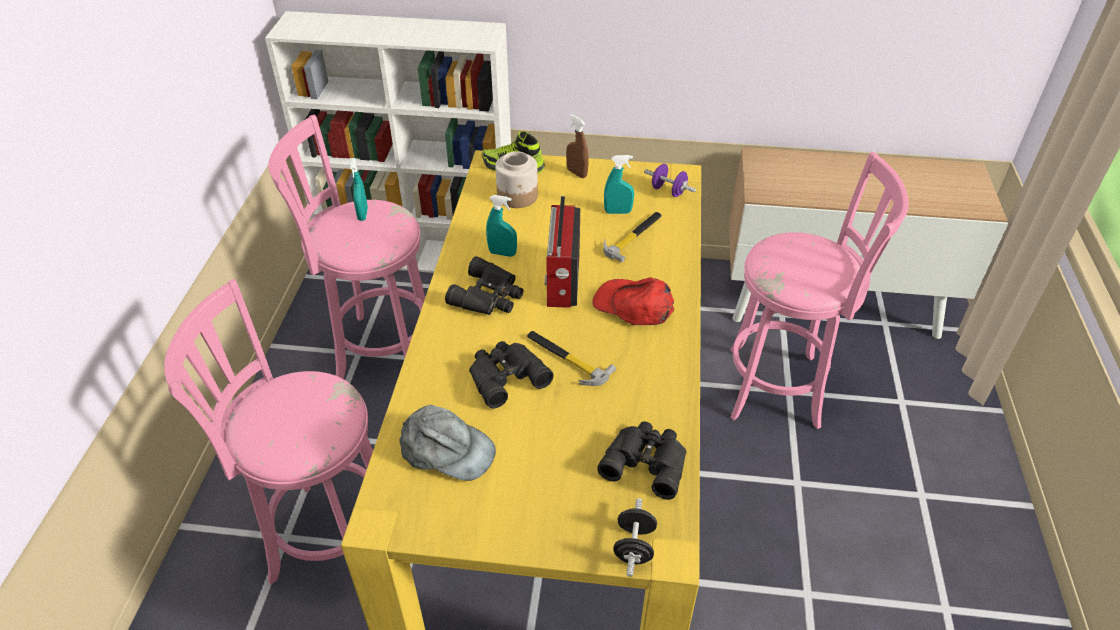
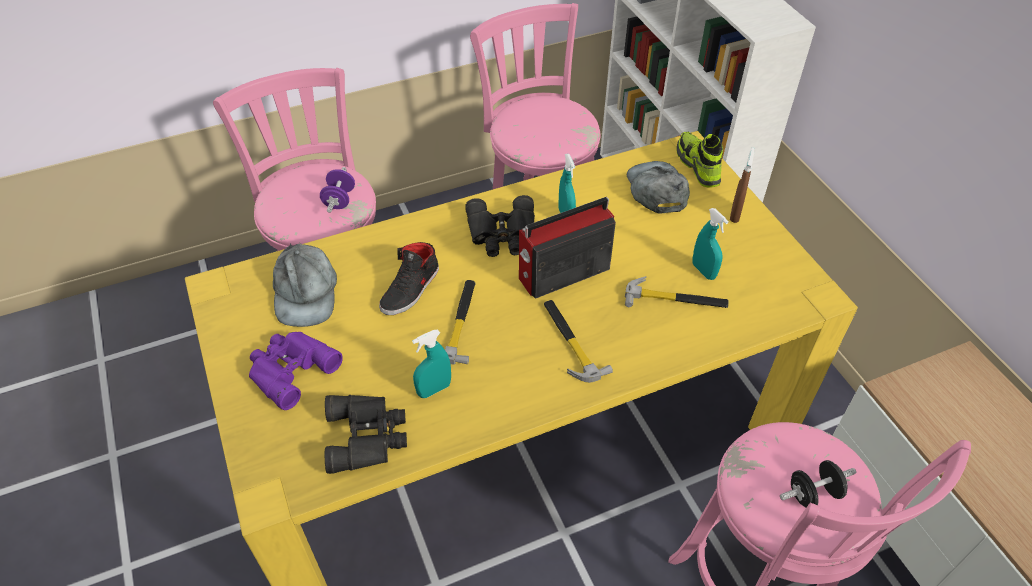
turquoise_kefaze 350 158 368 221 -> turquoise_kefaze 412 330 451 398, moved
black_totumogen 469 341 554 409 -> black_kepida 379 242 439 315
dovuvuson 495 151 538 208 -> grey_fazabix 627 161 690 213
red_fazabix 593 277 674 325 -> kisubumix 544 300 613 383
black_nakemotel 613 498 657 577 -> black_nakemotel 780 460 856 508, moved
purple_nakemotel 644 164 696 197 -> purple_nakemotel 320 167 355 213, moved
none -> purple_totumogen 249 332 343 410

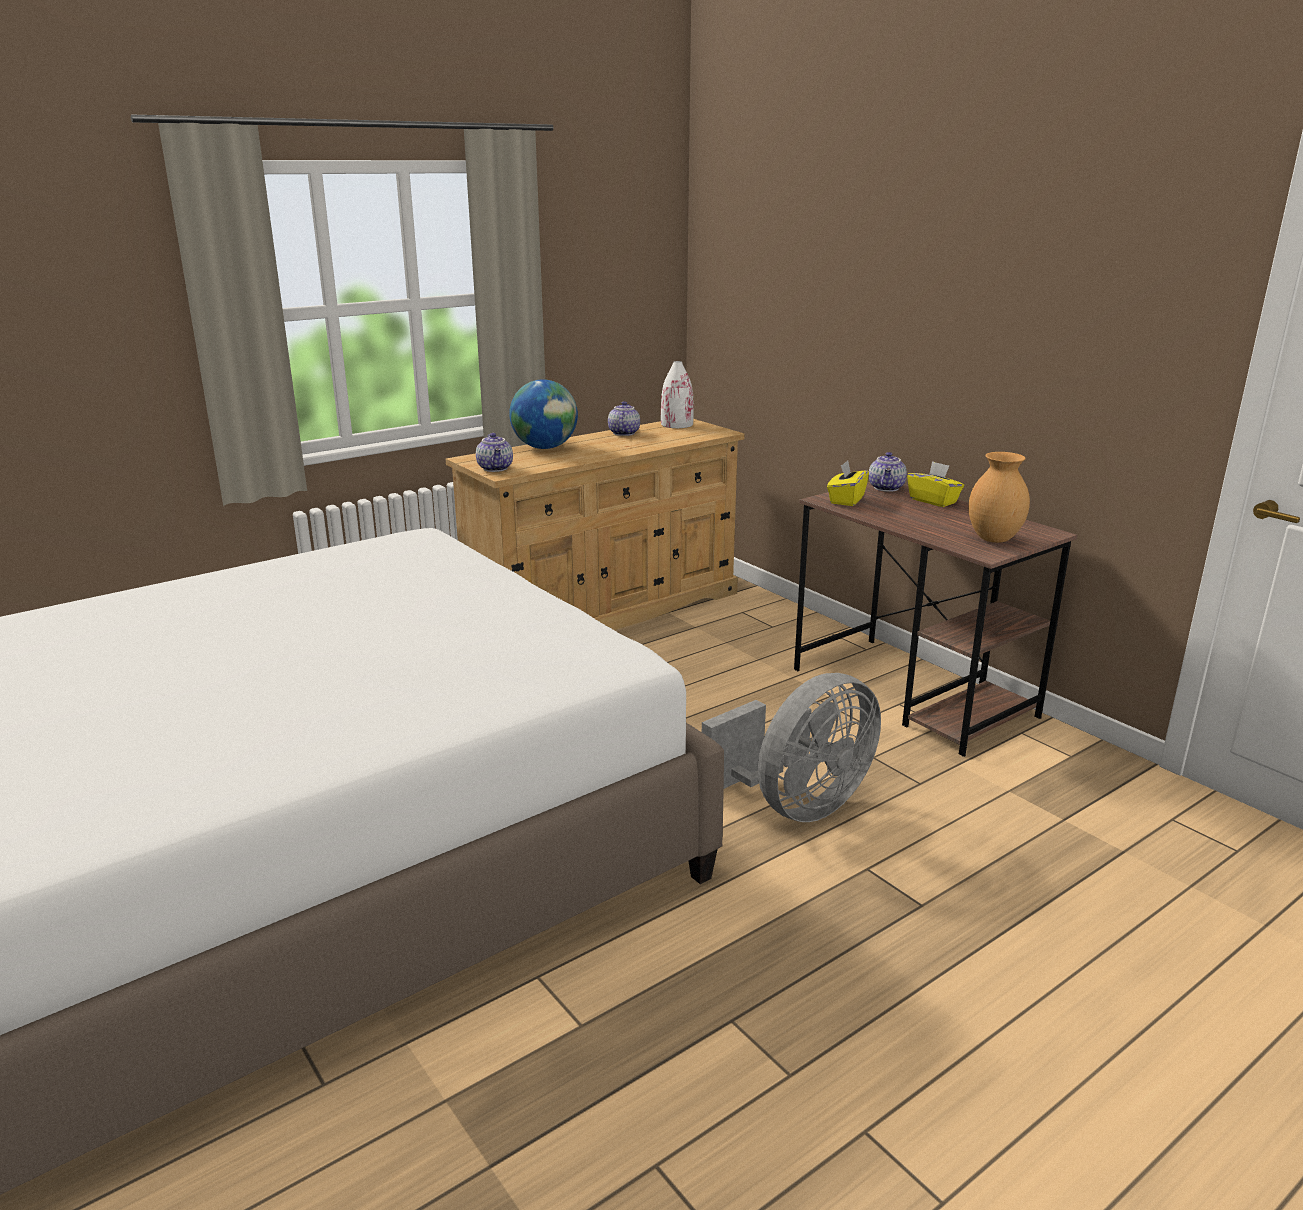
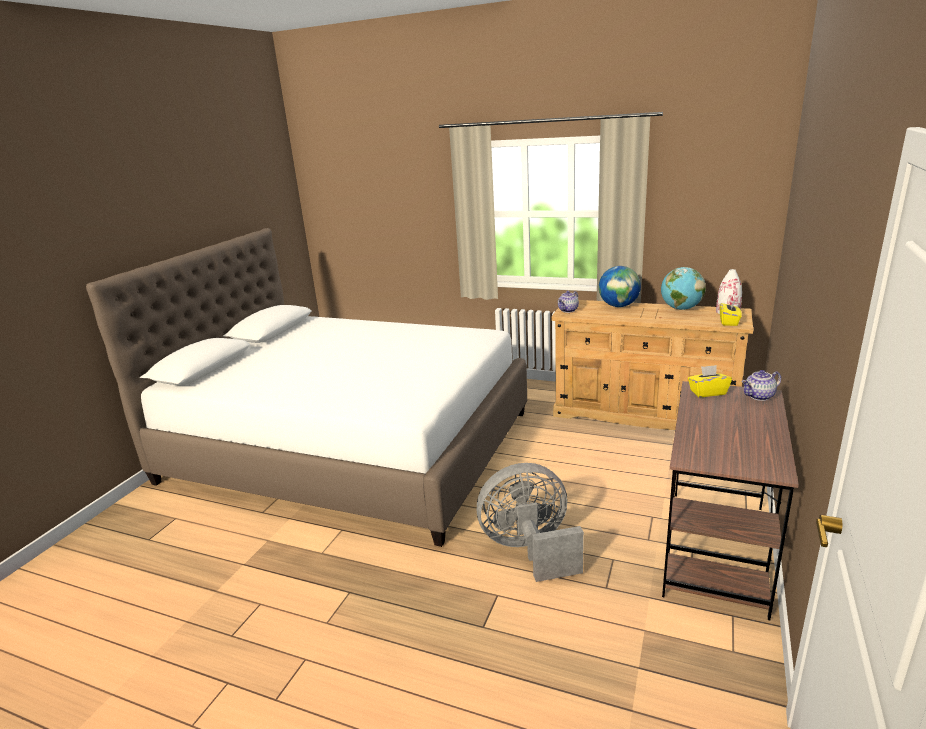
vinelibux 608 401 640 436 -> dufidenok 661 267 706 310
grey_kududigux 702 673 881 822 -> grey_kududigux 477 463 584 582, 150 degrees clockwise
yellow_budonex 907 461 964 507 -> yellow_budonex 720 299 742 326, moved
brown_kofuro 968 452 1030 543 -> none

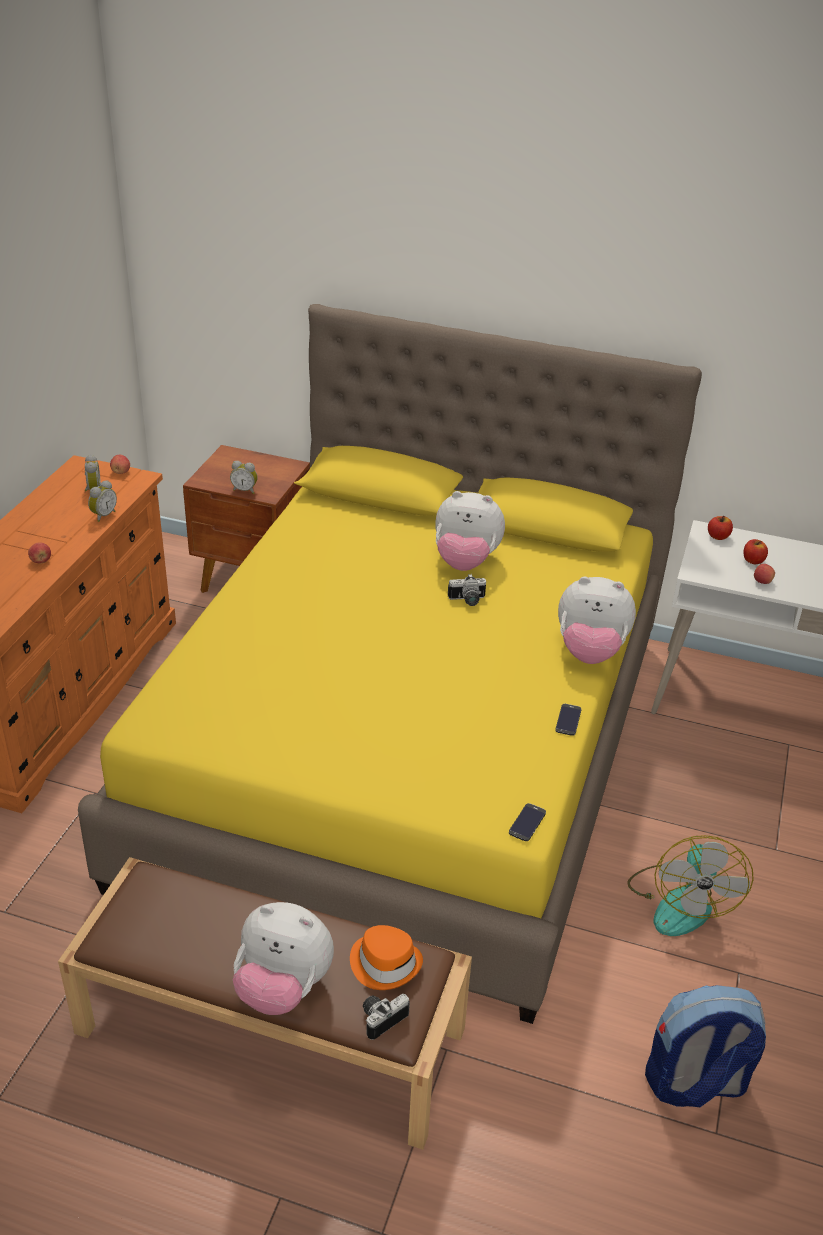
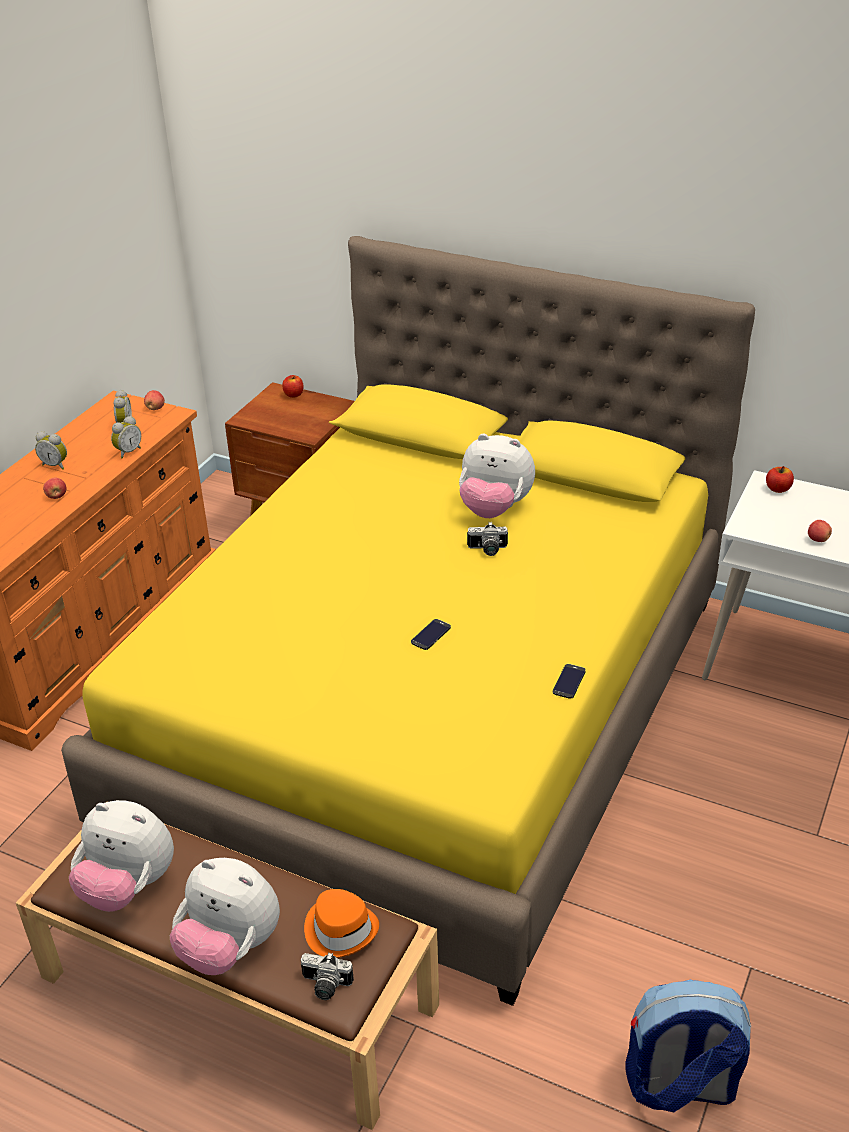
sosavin 230 461 258 494 -> sosavin 35 431 67 470, moved
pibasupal 363 994 410 1040 -> pibasupal 301 952 354 1000, 135 degrees counterclockwise
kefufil 509 803 546 841 -> kefufil 411 619 451 650, moved
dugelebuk 558 576 636 664 -> dugelebuk 69 800 174 912, moved
kududigux 628 835 754 936 -> none
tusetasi 743 539 768 564 -> tusetasi 282 375 304 398, moved

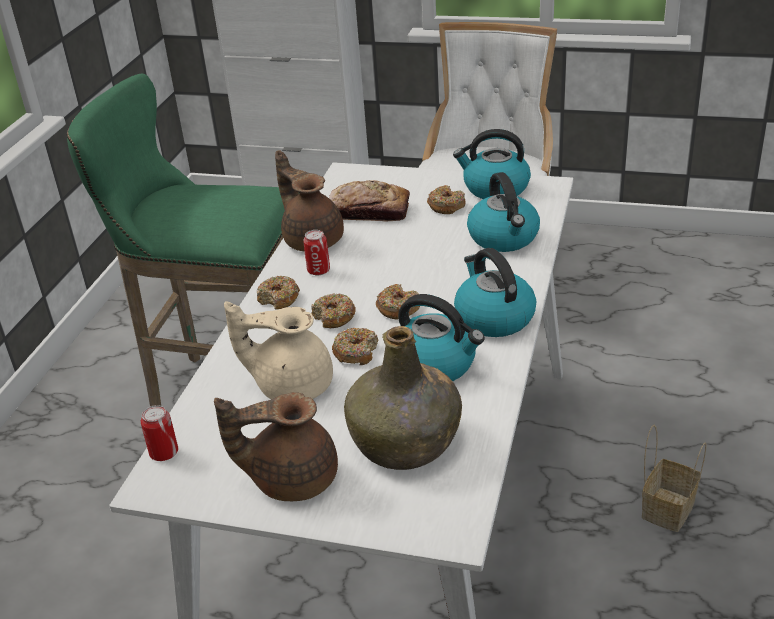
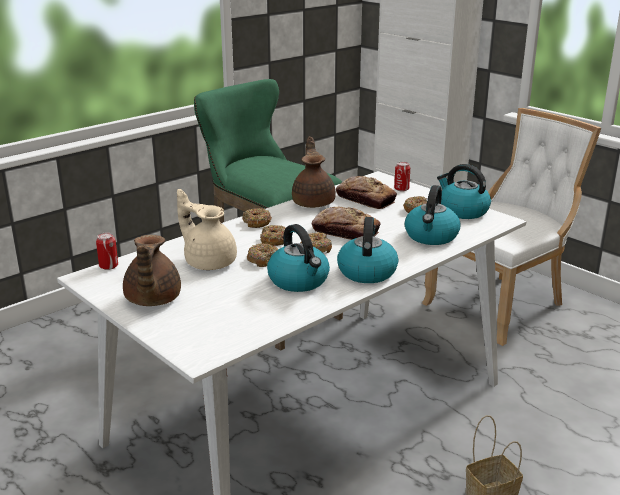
brown_vinelibux 214 392 338 501 -> brown_vinelibux 123 235 181 306, 120 degrees counterclockwise
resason 303 230 330 275 -> resason 394 162 410 191, moved
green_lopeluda 344 326 462 470 -> none
none -> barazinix 312 207 381 240

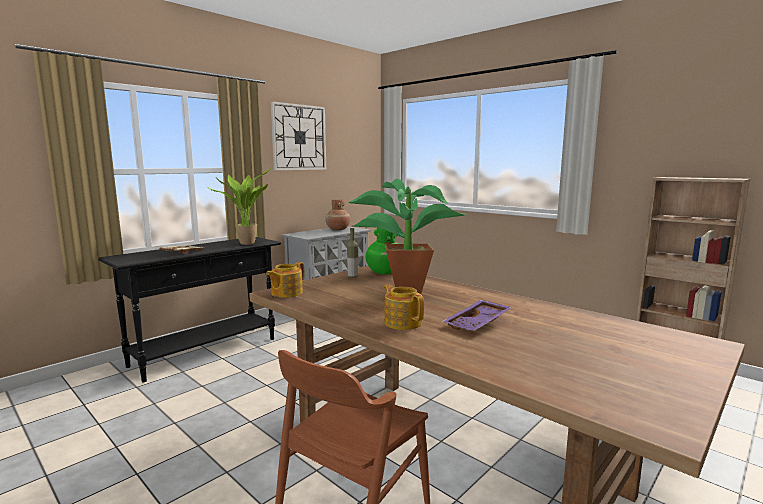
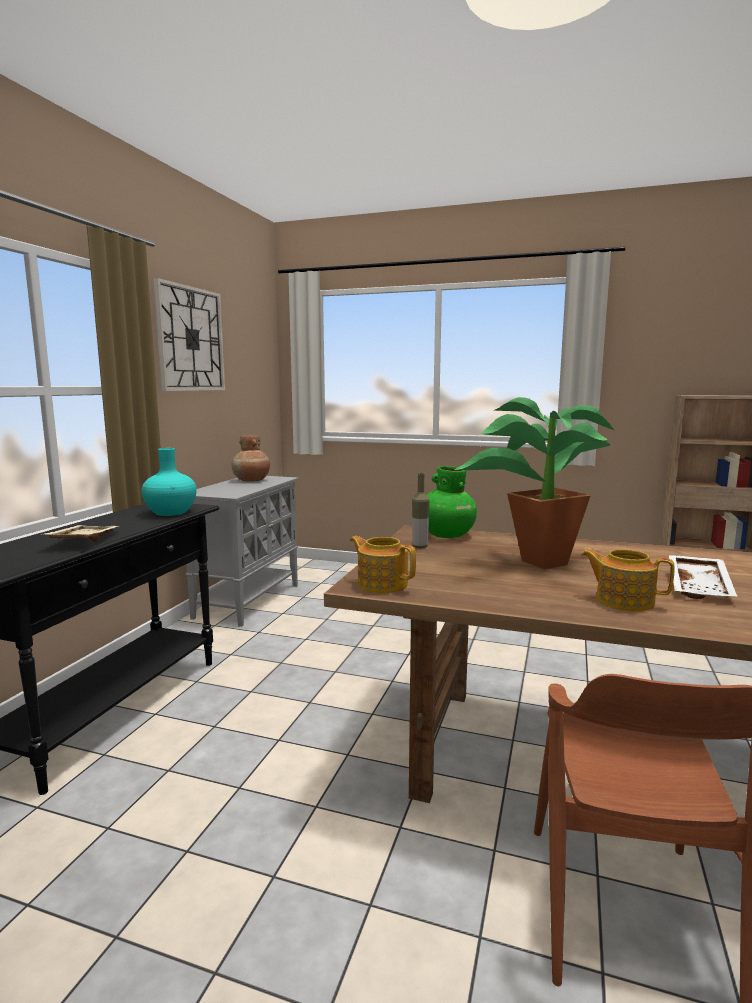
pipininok 206 167 272 245 -> turquoise_kofuro 142 448 196 516
vinelibux 266 262 304 298 -> vinelibux 350 536 416 593, 120 degrees clockwise
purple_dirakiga 442 300 512 331 -> white_dirakiga 669 555 738 599

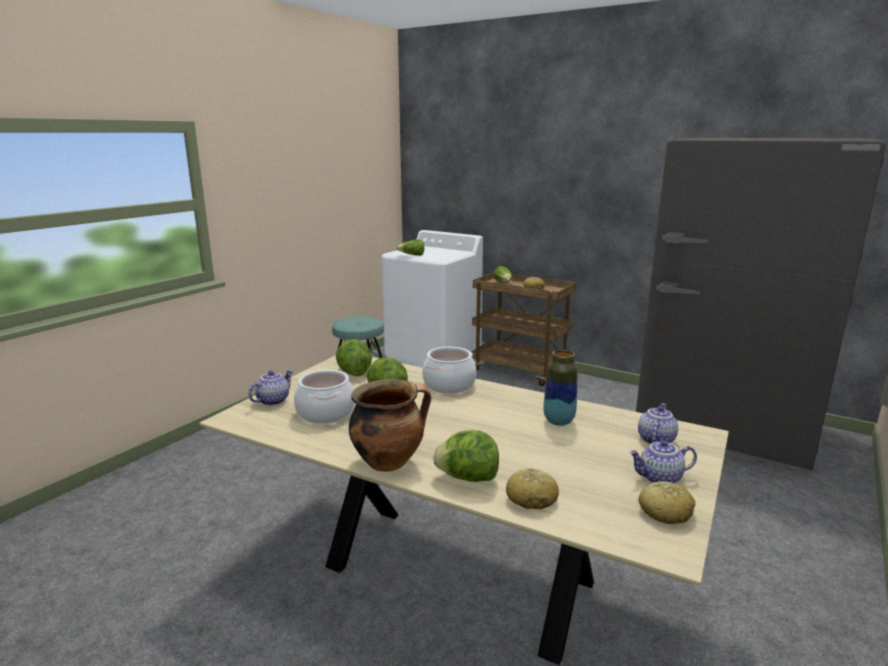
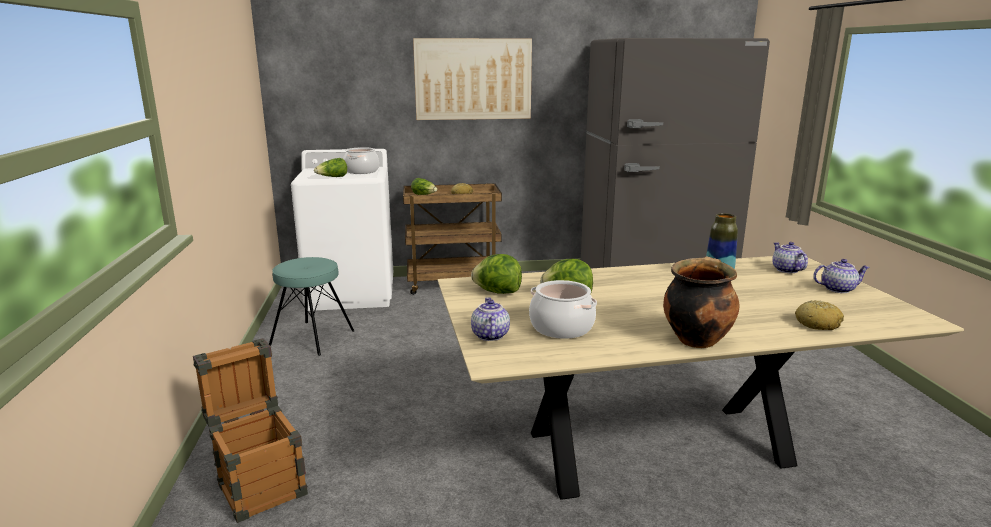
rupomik 422 347 477 394 -> rupomik 343 147 379 174, moved
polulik 433 430 499 482 -> none
vinelibux 629 440 697 483 -> vinelibux 813 259 870 293, 135 degrees counterclockwise
barazinix 638 481 695 524 -> none
none -> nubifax 193 338 308 523
none -> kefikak 413 38 532 120

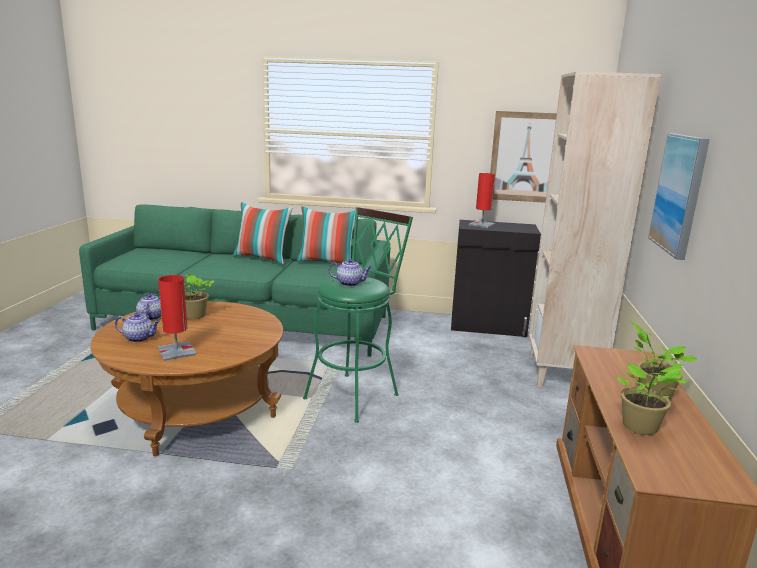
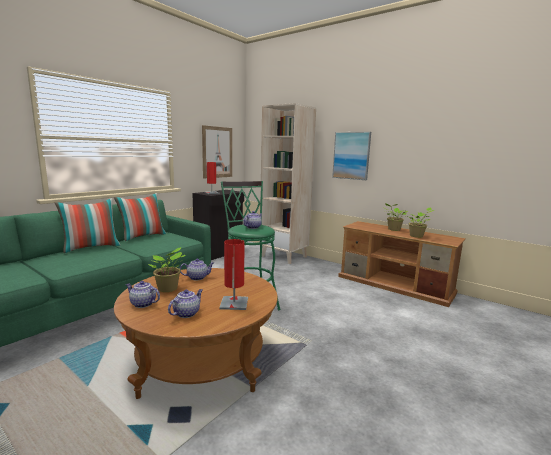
none -> vinelibux 180 259 214 280

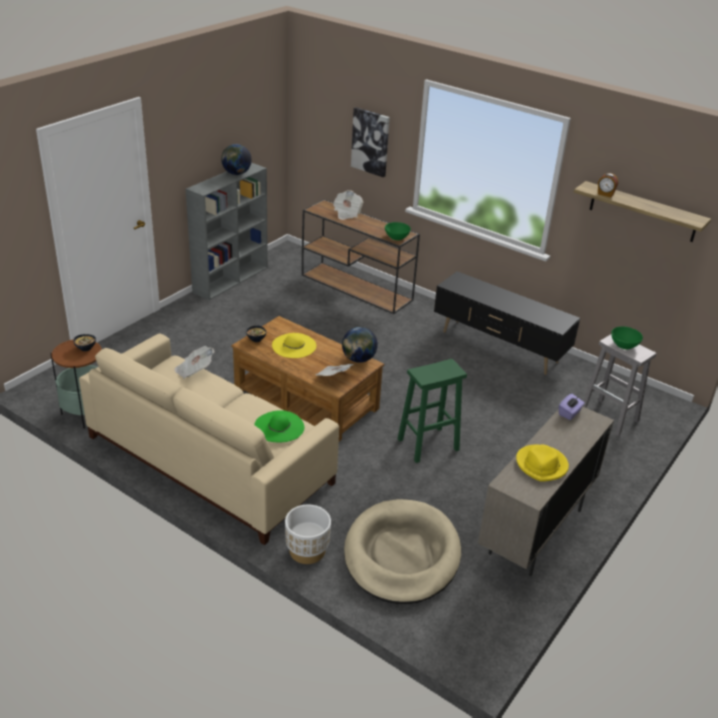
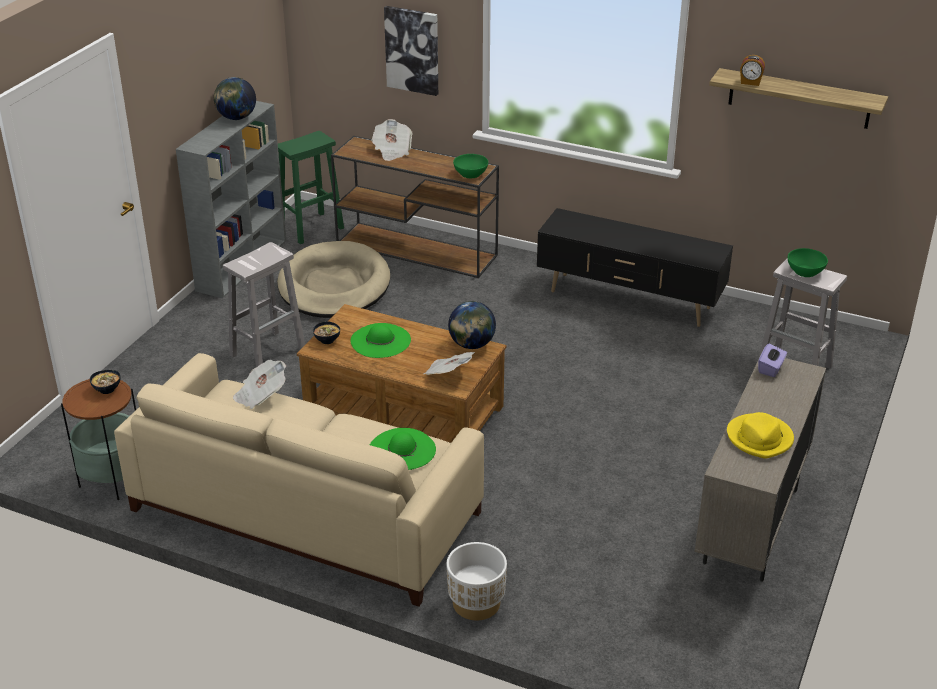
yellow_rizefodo 272 333 316 358 -> green_rizefodo 350 323 411 358
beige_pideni 344 499 461 604 -> beige_pideni 277 241 390 318, moved
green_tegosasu 398 359 467 463 -> green_tegosasu 278 131 344 244, moved
none -> white_tegosasu 223 242 305 367

